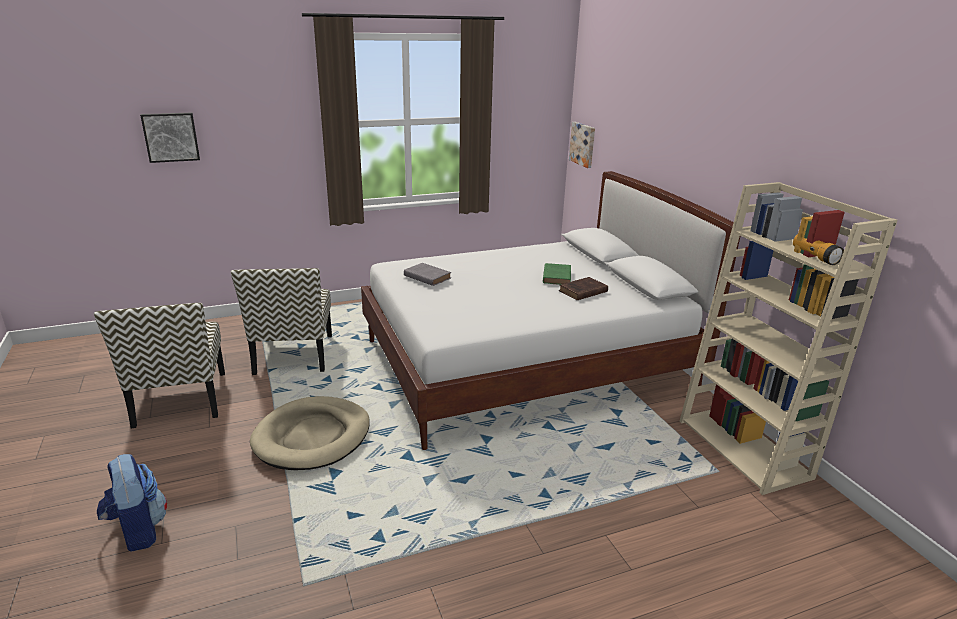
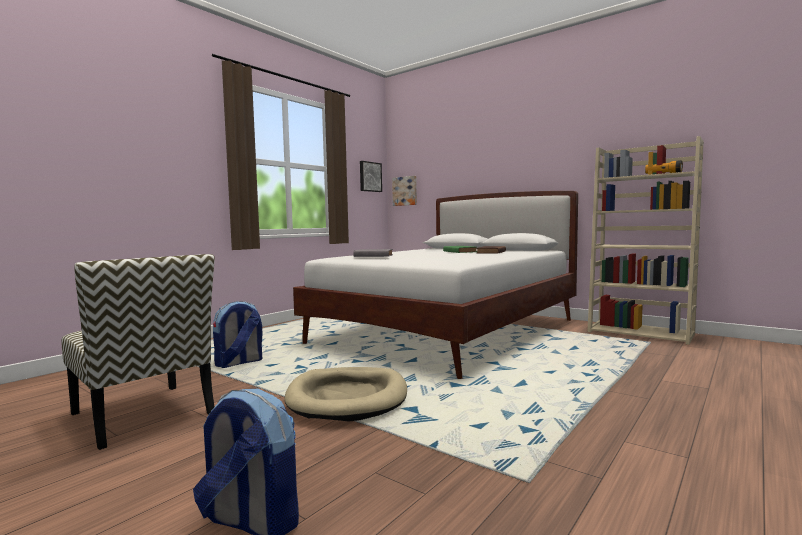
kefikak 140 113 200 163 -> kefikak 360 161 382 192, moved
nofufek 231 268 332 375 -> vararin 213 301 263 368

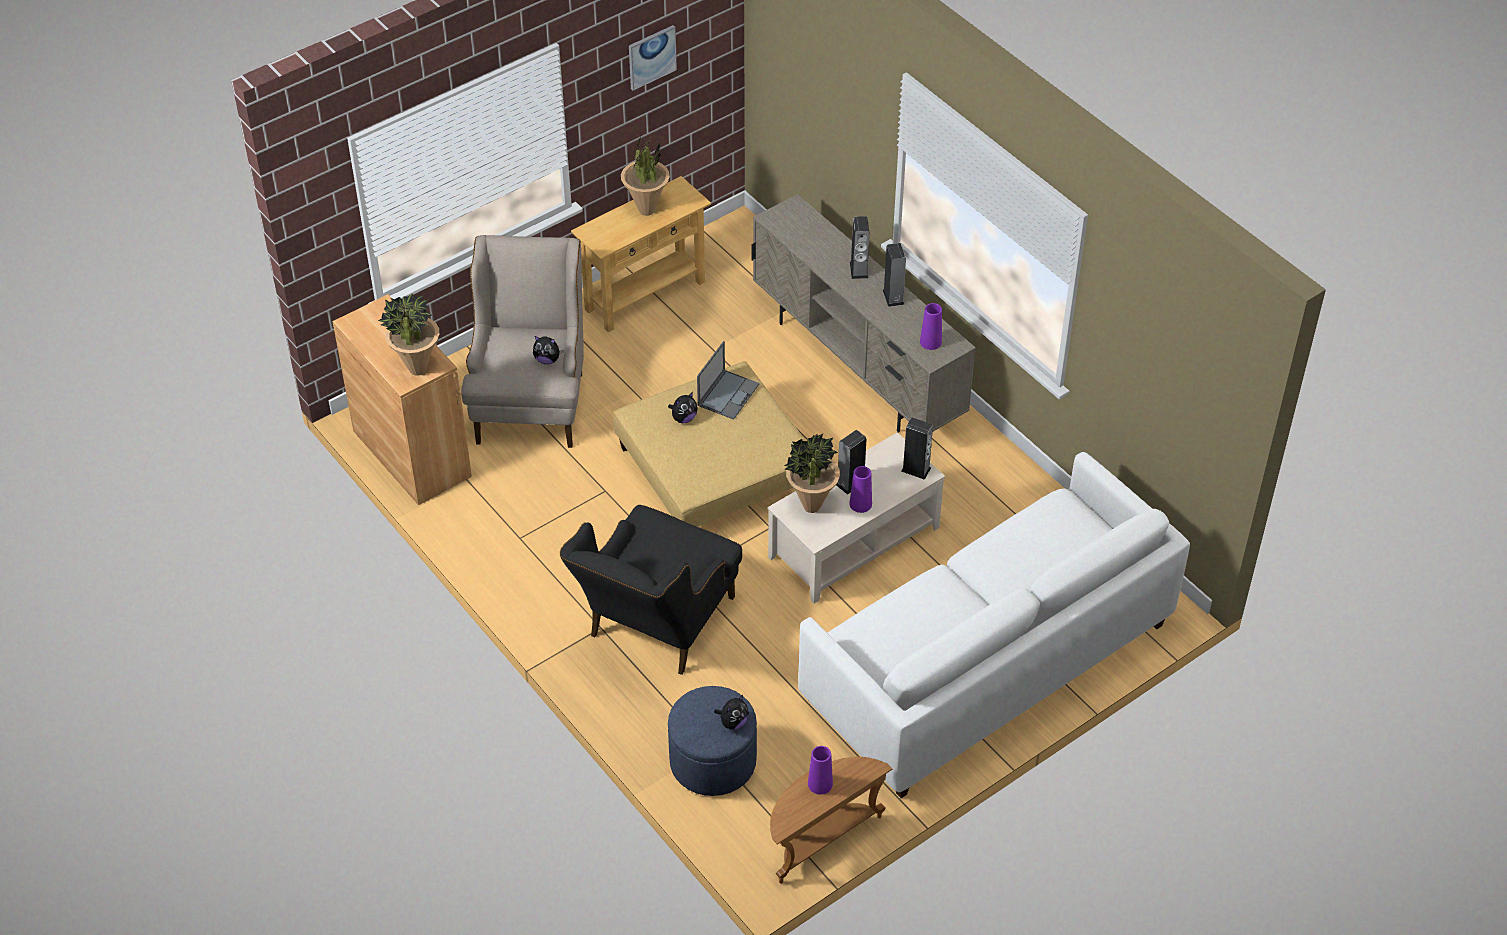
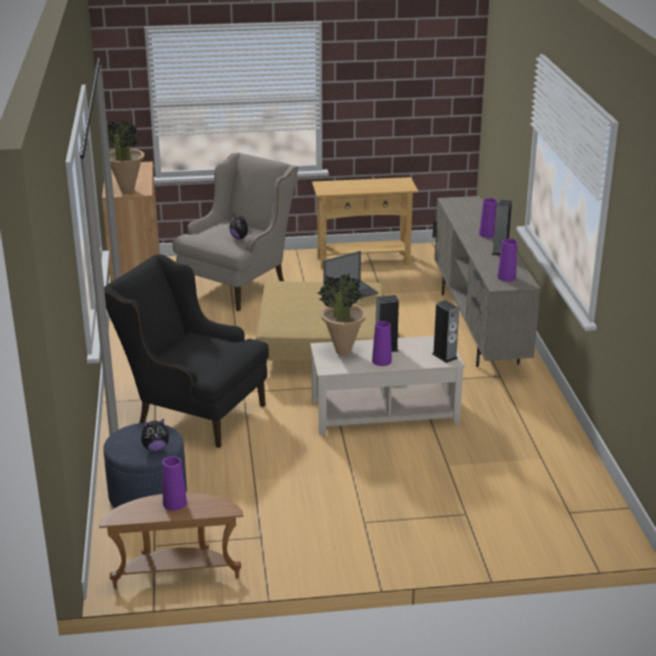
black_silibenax 559 505 742 675 -> black_silibenax 104 254 269 448, 60 degrees clockwise
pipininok 621 136 670 216 -> none
kefikak 629 25 677 91 -> none
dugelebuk 668 392 697 423 -> none
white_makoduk 798 452 1190 798 -> none
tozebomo 850 216 869 279 -> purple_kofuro 479 198 497 238

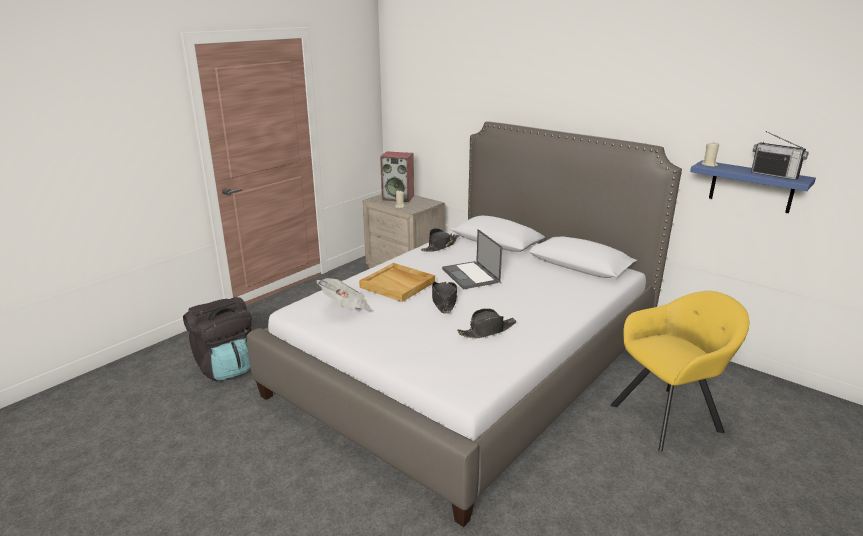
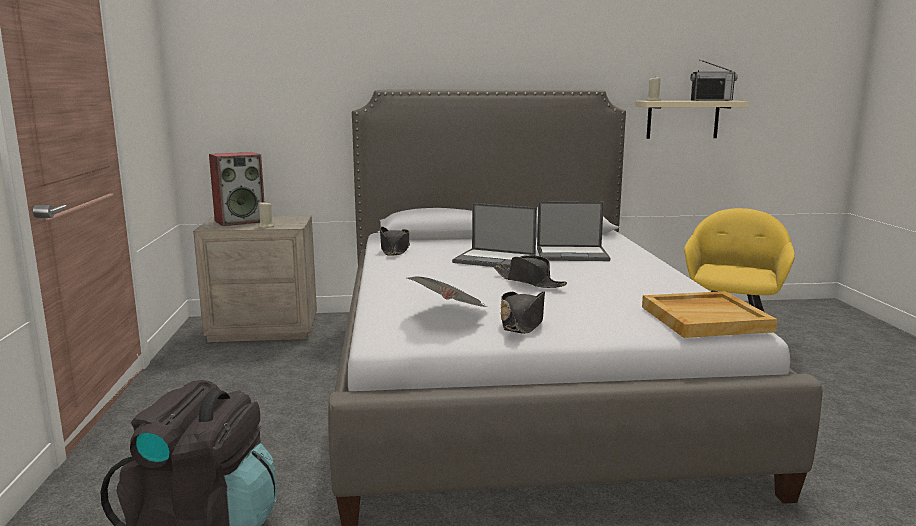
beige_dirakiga 359 263 435 302 -> beige_dirakiga 642 291 777 338, moved
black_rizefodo 457 308 517 338 -> black_rizefodo 500 291 545 334, moved
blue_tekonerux 690 160 816 213 -> beige_tekonerux 635 101 749 139
none -> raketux 537 201 610 261

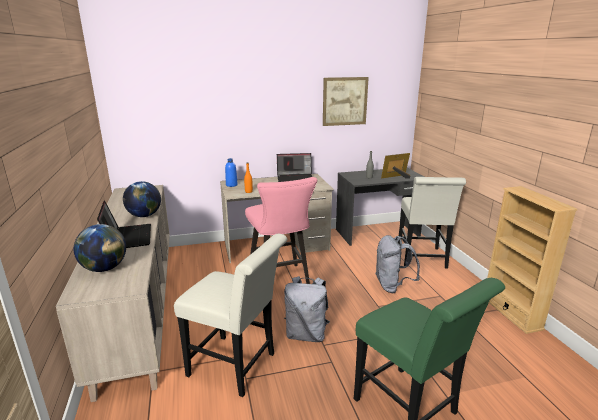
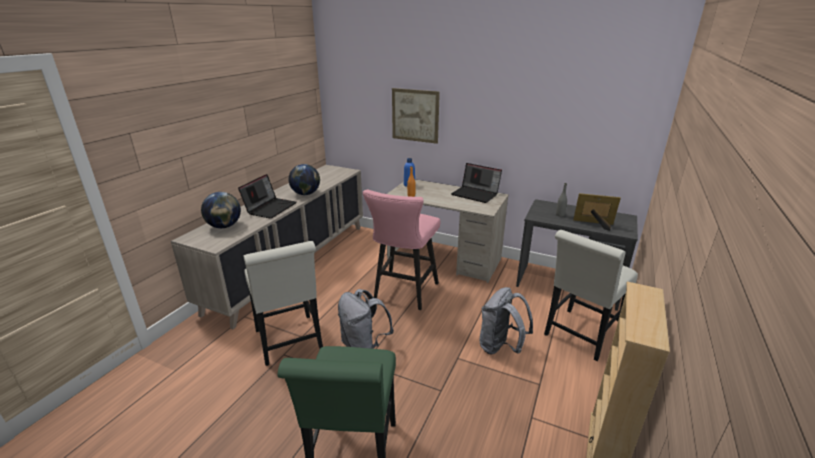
kefikak 323 77 369 126 -> kefikak 392 88 440 144, moved

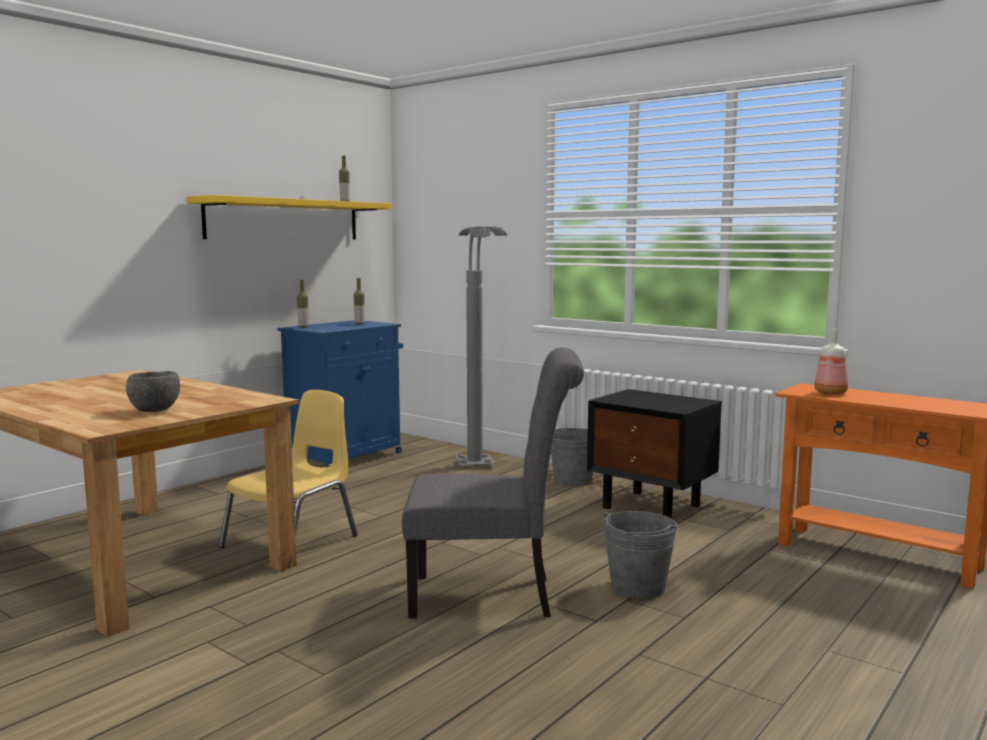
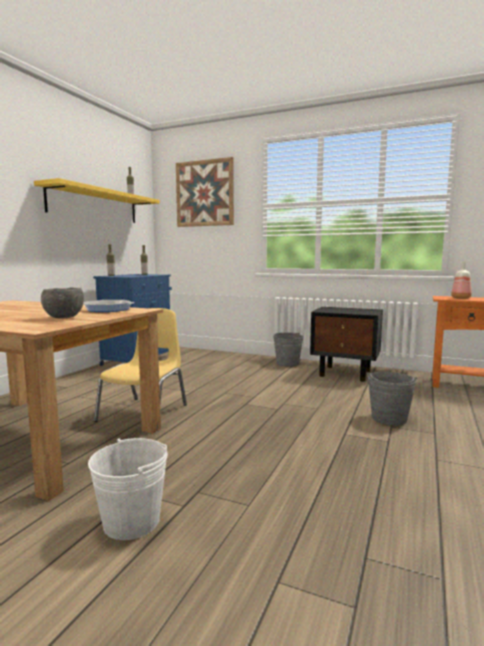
grey_nofufek 402 348 584 619 -> none
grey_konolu 456 227 507 468 -> none
none -> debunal 83 300 135 312
none -> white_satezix 88 438 168 540
none -> kefikak 176 157 234 227

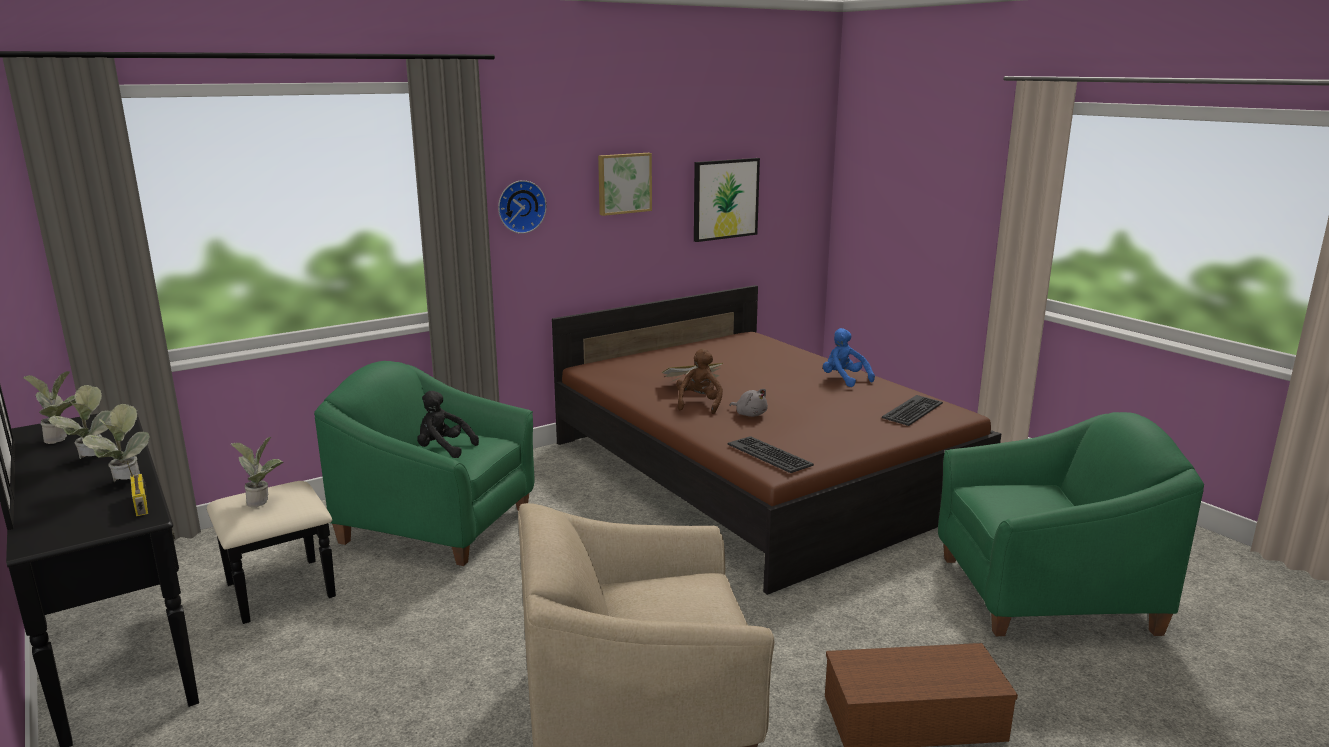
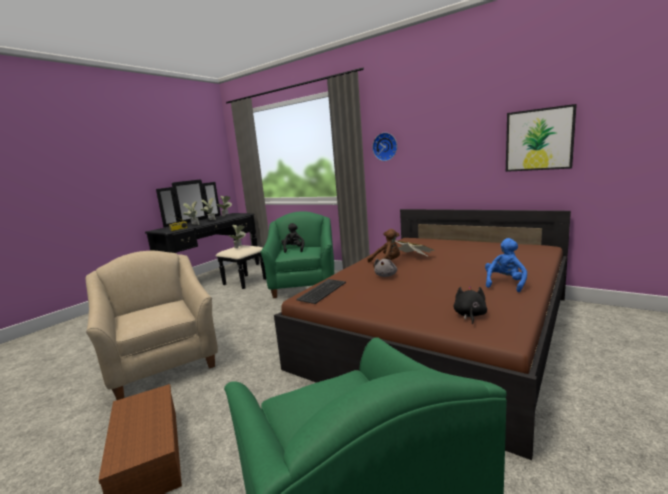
kefikak 598 153 652 216 -> none
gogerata 882 395 943 426 -> black_dugelebuk 453 286 487 324

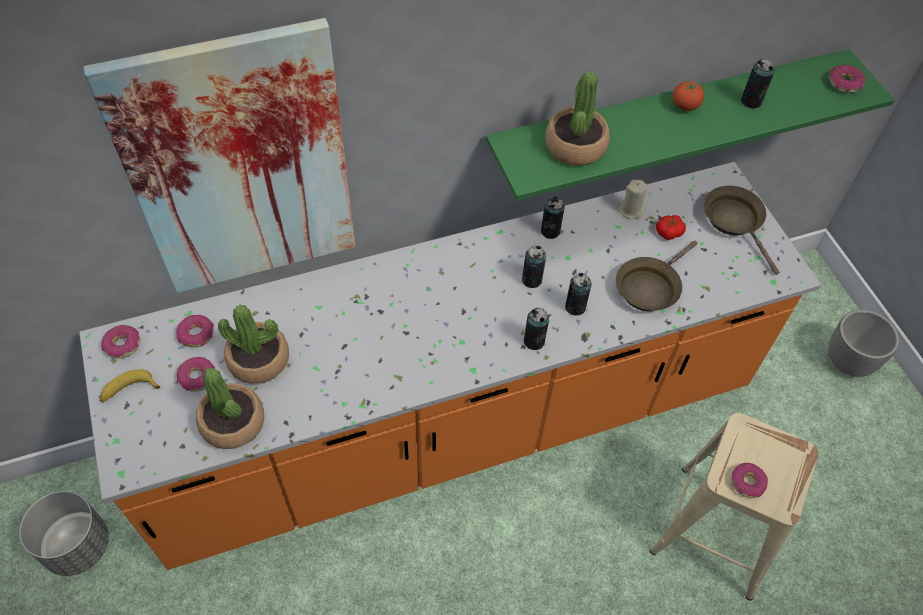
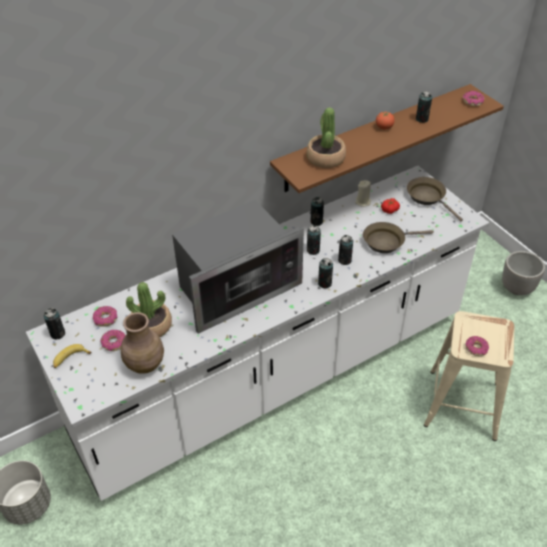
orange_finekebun 79 162 821 570 -> white_finekebun 26 166 489 501
kefikak 83 18 355 293 -> none
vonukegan 101 325 140 359 -> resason 44 308 65 340
pipininok 196 367 264 449 -> brown_kofuro 121 312 164 374
green_tekonerux 486 49 894 200 -> brown_tekonerux 270 84 504 193
brown_debunal 616 240 697 311 -> brown_debunal 363 222 434 253, 45 degrees clockwise
none -> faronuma 172 200 304 334

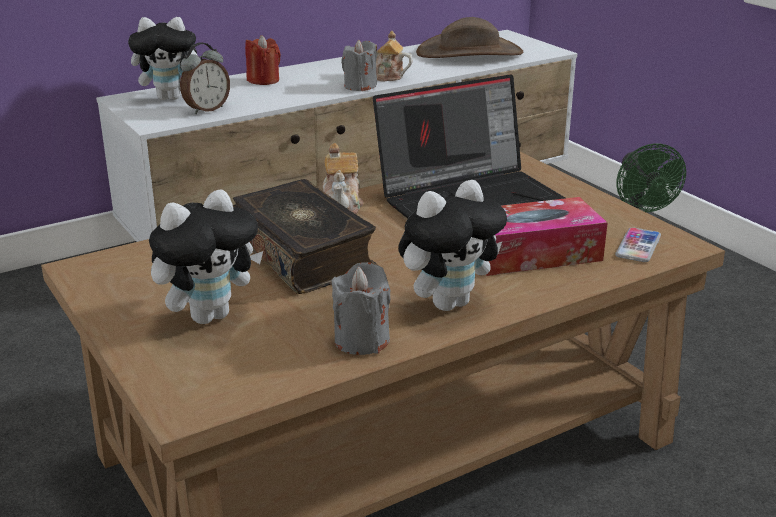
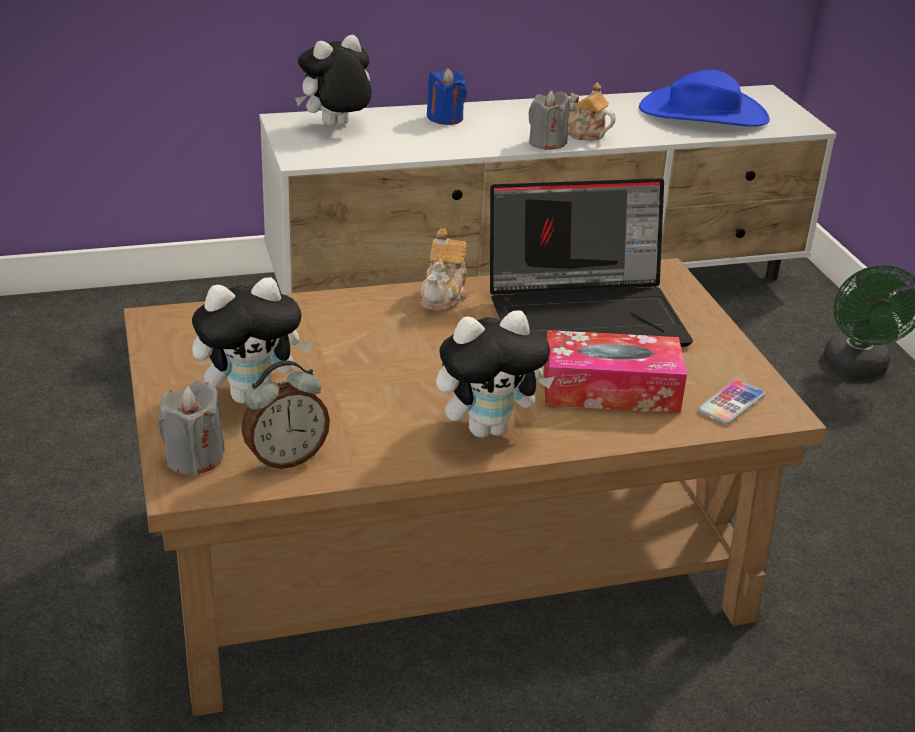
dugelebuk 128 17 198 100 -> dugelebuk 295 35 372 126, 135 degrees clockwise
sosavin 180 42 230 114 -> sosavin 242 360 330 470, moved
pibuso 233 179 379 294 -> none
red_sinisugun 245 35 281 85 -> blue_sinisugun 427 68 467 125
grey_sinisugun 331 262 390 355 -> grey_sinisugun 158 381 225 476, moved
brown_rizefodo 416 17 523 58 -> blue_rizefodo 639 70 770 127

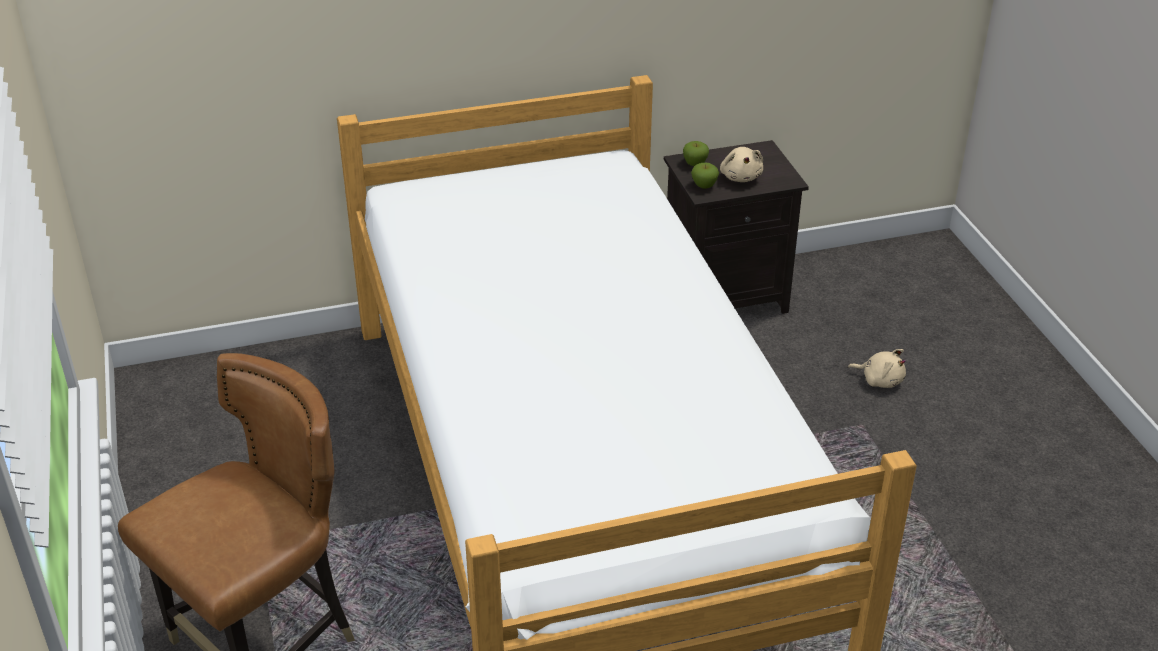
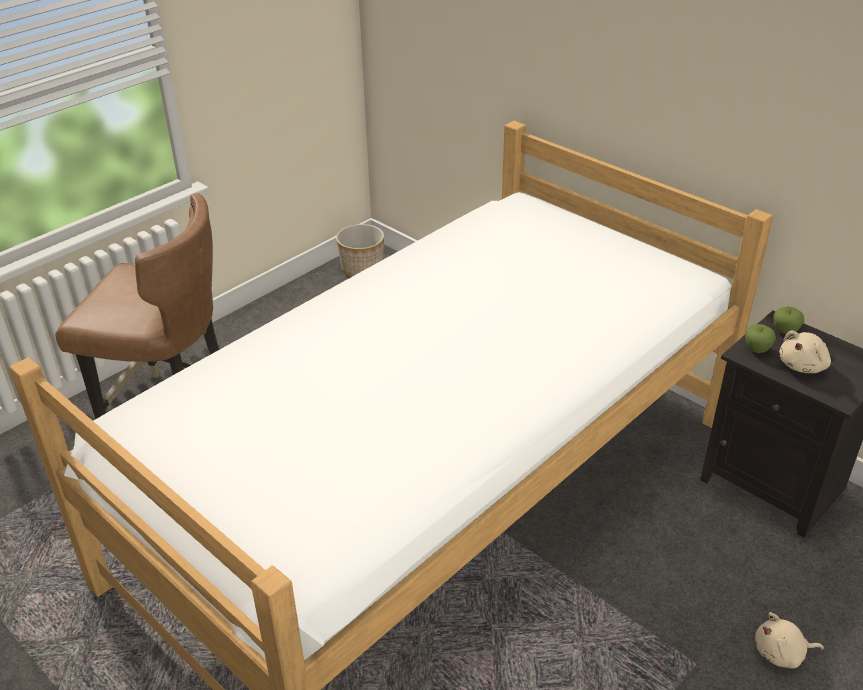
beige_dugelebuk 848 349 906 388 -> beige_dugelebuk 755 612 824 669, 90 degrees clockwise
none -> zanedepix 336 224 384 277

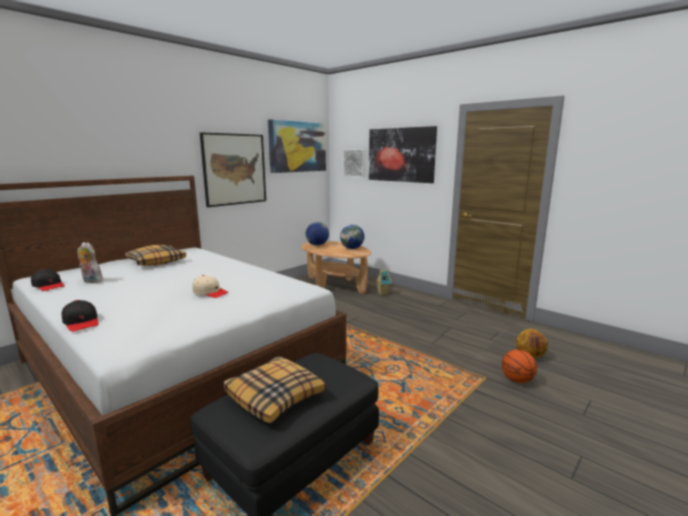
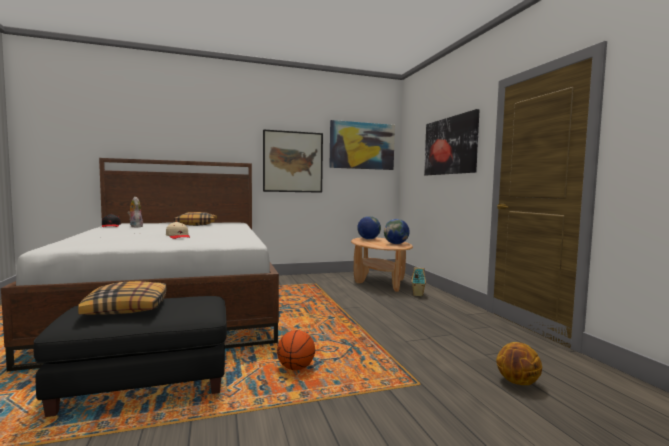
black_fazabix 62 300 98 332 -> none
kefikak 343 149 365 178 -> none
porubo 502 350 537 383 -> porubo 277 330 315 370, moved

